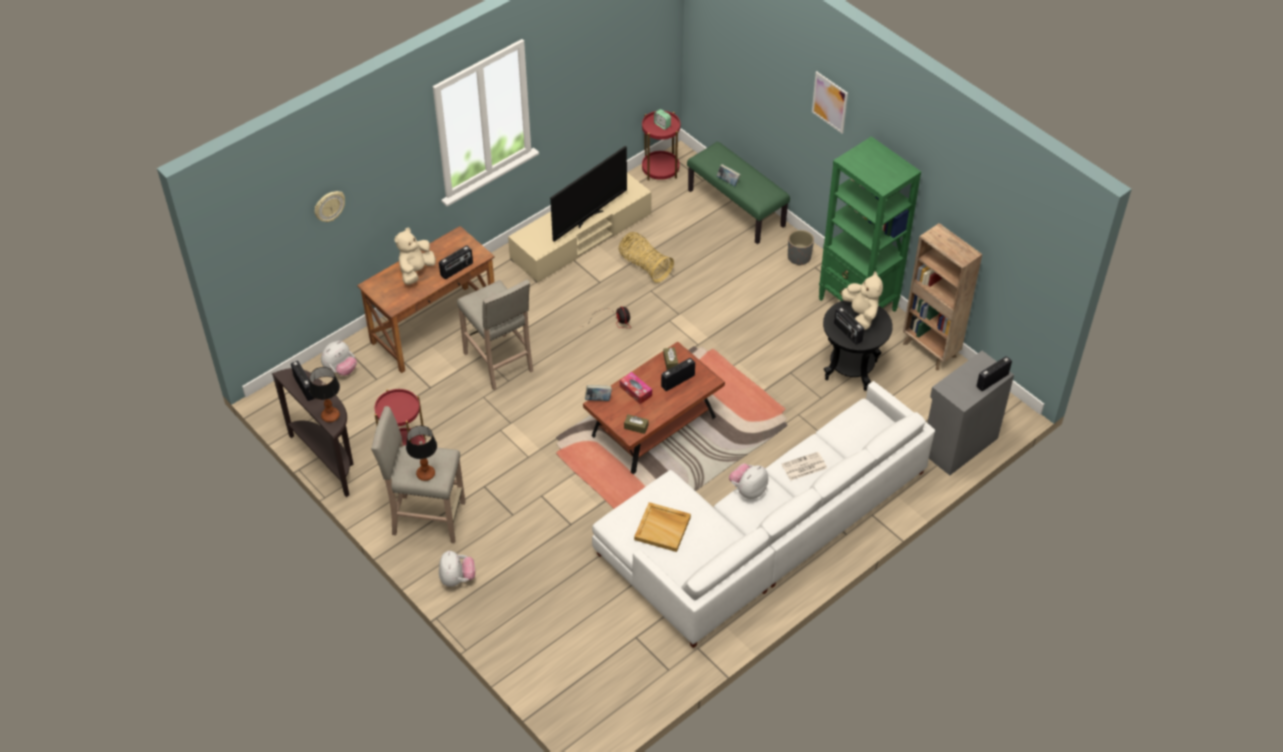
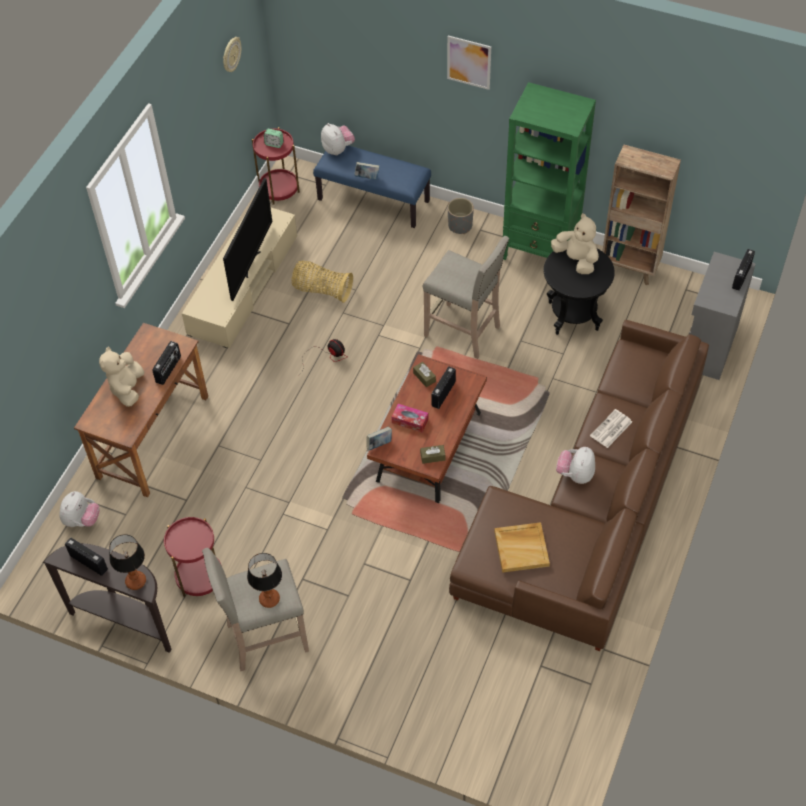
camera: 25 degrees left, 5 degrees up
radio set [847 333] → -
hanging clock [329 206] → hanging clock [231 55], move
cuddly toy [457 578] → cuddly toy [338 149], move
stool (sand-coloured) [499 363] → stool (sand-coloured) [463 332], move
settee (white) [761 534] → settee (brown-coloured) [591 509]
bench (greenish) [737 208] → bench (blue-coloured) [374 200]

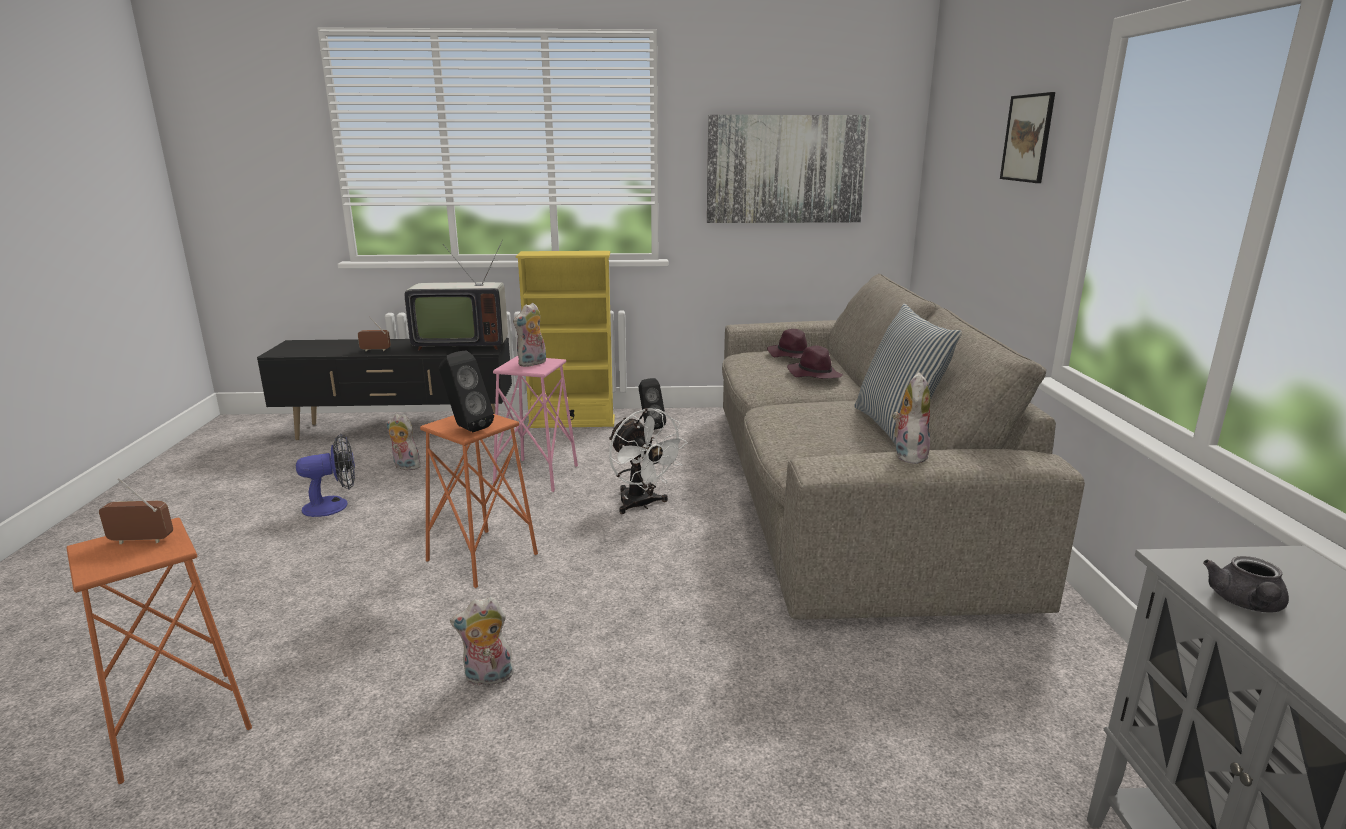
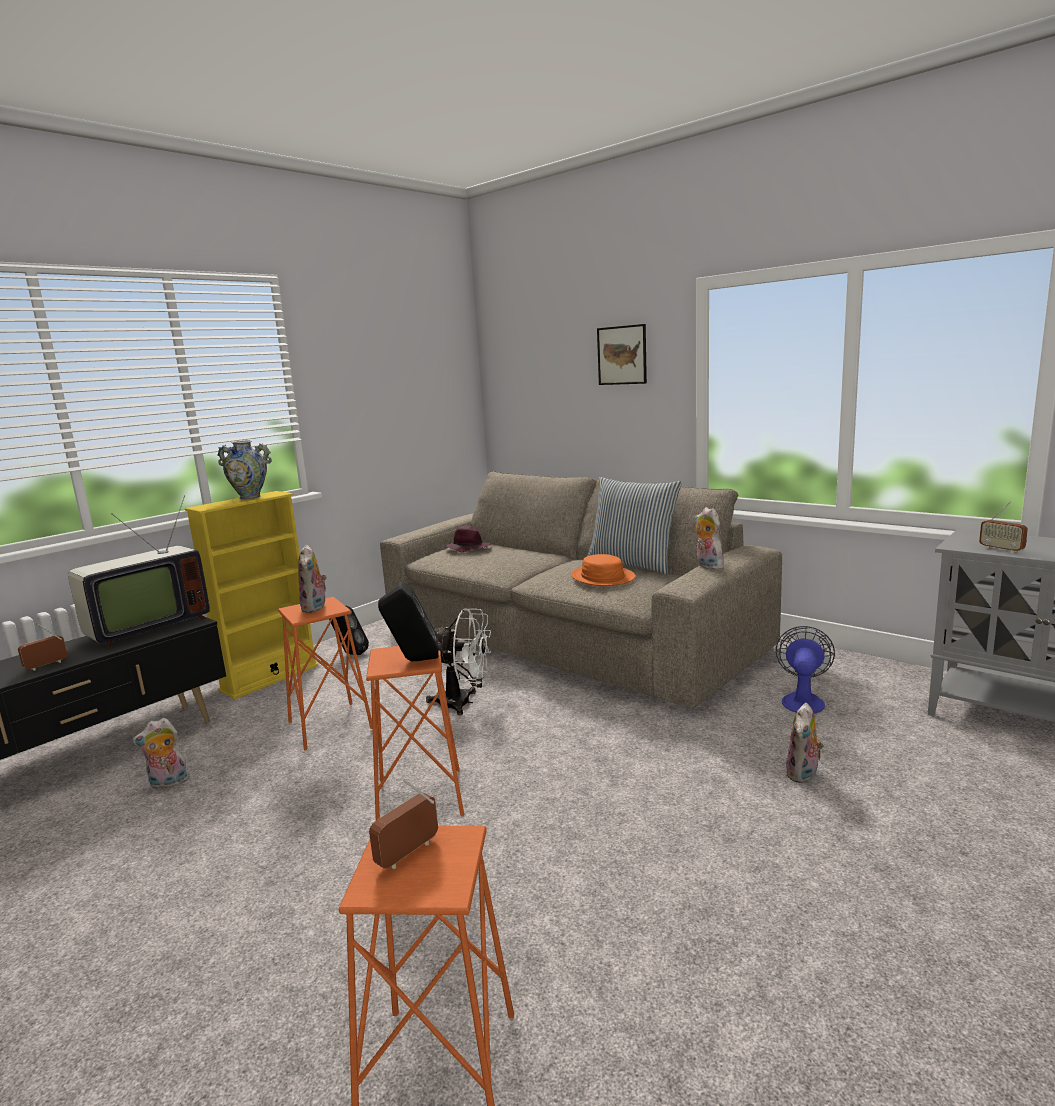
camera: 45 degrees left, 5 degrees down
wall picture [785 169] → -
clothing hat (purplish) [814 375] → -
- → decorative vase [250 497]
- → clothing hat (orange) [602 577]
cooling fan [334 506] → cooling fan [802 700], move
cuddly toy [488 678] → cuddly toy [803 775], move
pot for tea (greyish) [1246 604] → radio set [1001 549]
stool (pink) [536 475] → stool (orange) [329 725]

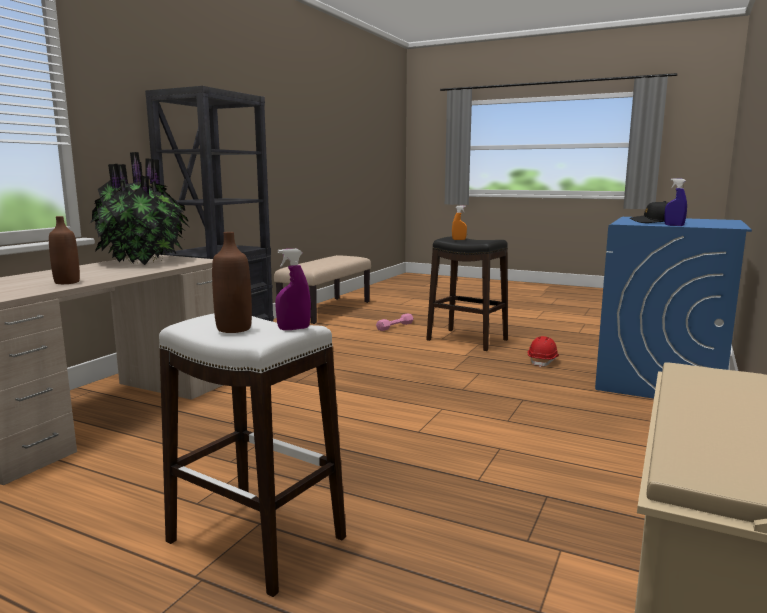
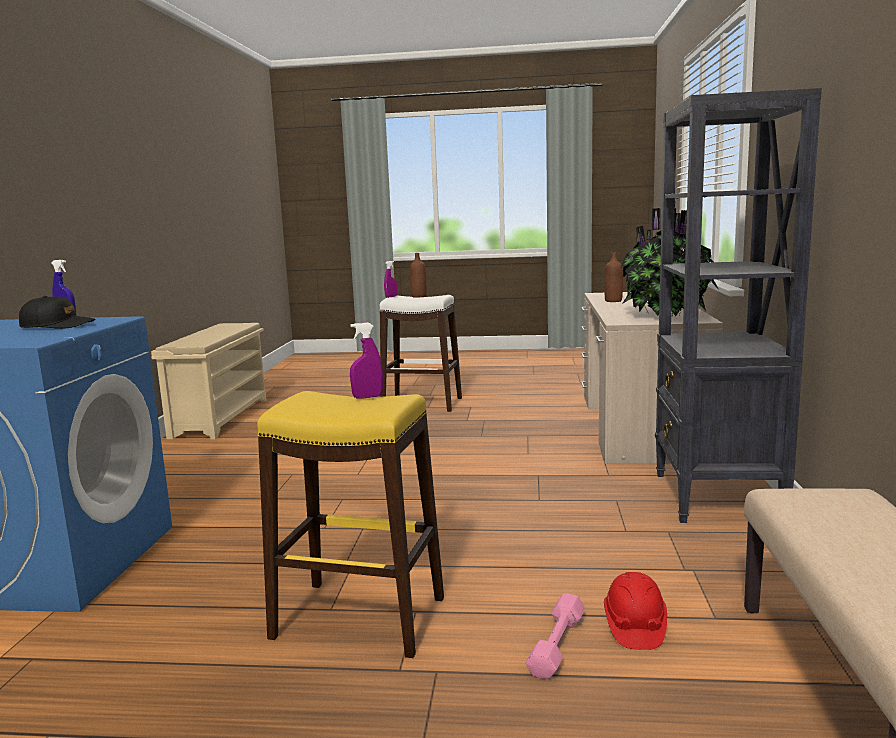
camera: 160 degrees right, 0 degrees up
work helmet (red-coloured) [543 361] → work helmet (red-coloured) [634 627], move
stool (black) [467 340] → stool (yellowish) [358 618]
sprayer (orange) [459 239] → sprayer (purplish) [367 397]

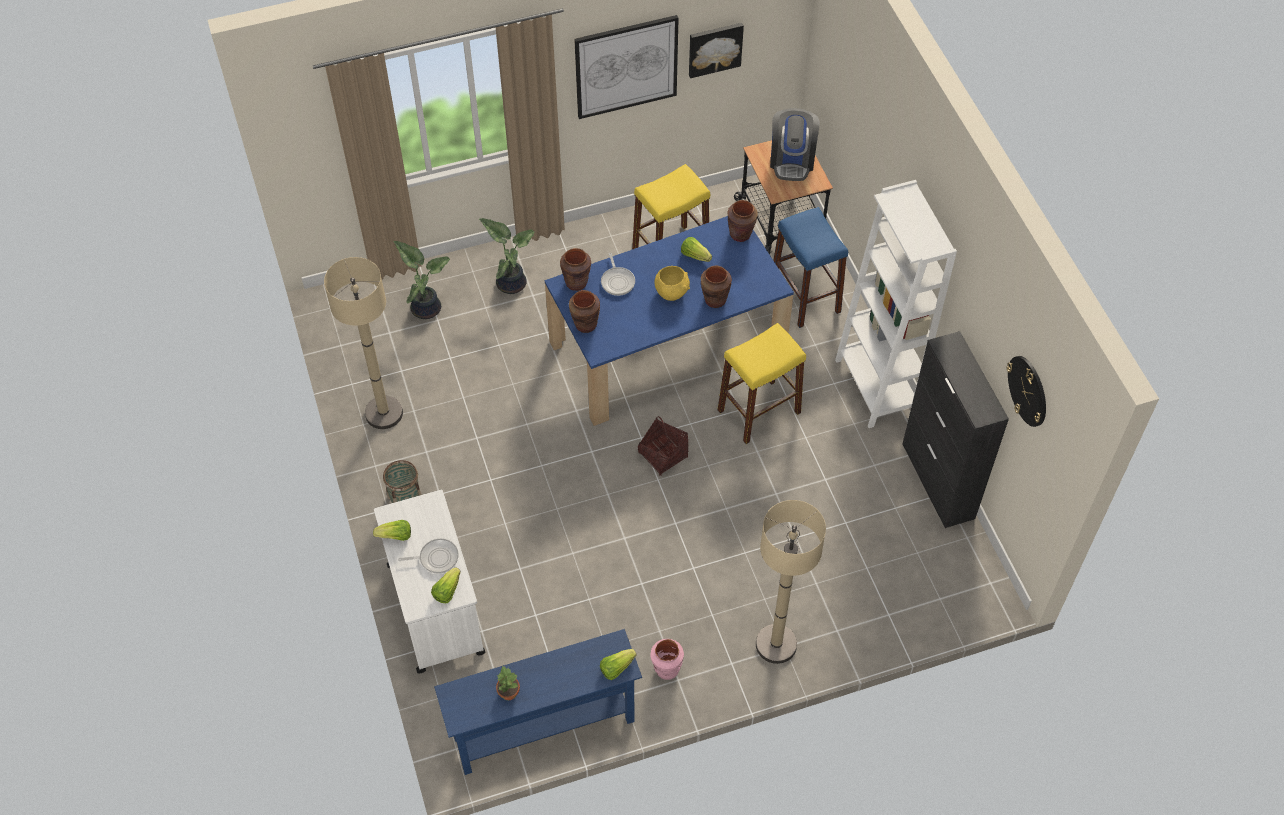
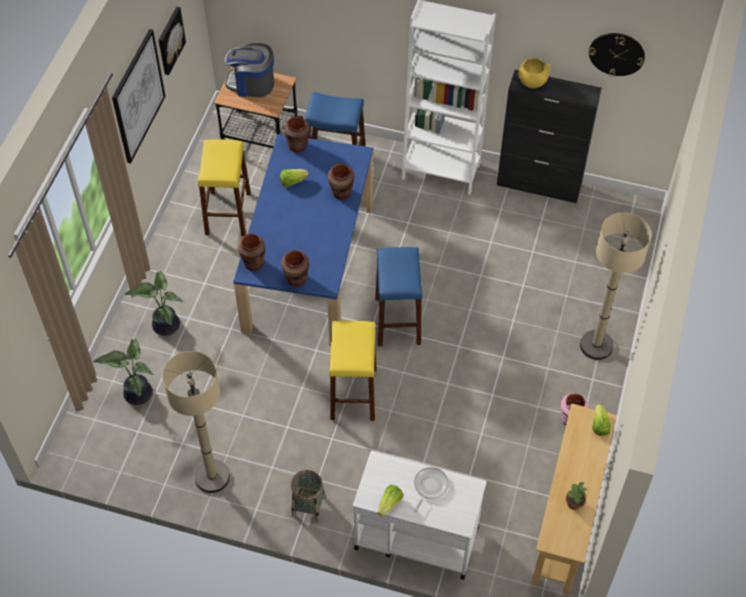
camera: 55 degrees left, 0 degrees up
lettuce head [447 591] → -
skillet [617 281] → -
serving bowl (yellowish) [671 293] → serving bowl (yellowish) [532 82], move
stool (yellowish) [758 411] → stool (yellowish) [353 394], move
basket [662 455] → stool (blue-coloured) [397 321]
console table (blue-coloured) [544 729] → console table (sand-coloured) [566 522]
coffee machine [792 160] → coffee machine [251 84], 150 degrees clockwise

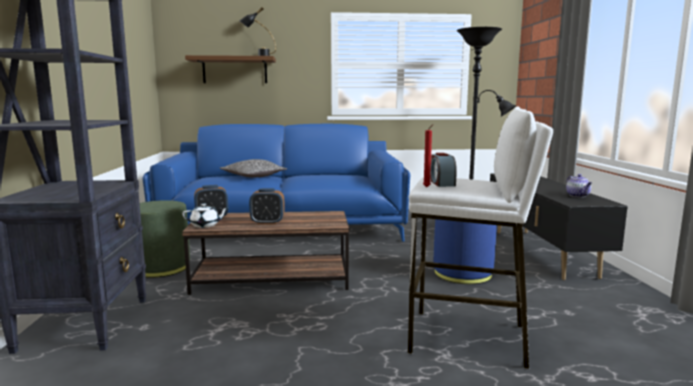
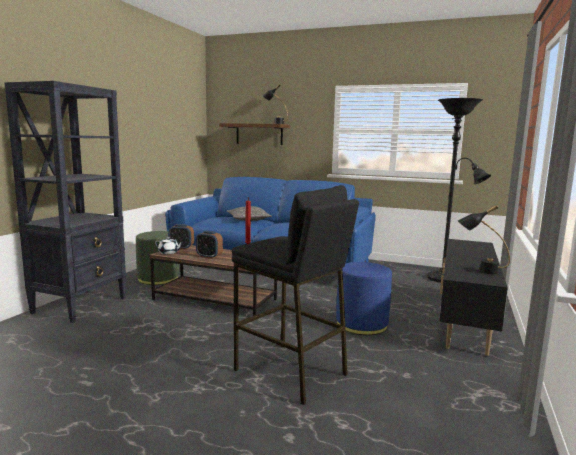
camera: 25 degrees right, 0 degrees up
bedside clock [442 183] → -
pot for tea [578 196] → lamp for a table (black) [480 270]
stool (white) [468 338] → stool (black) [291 372]

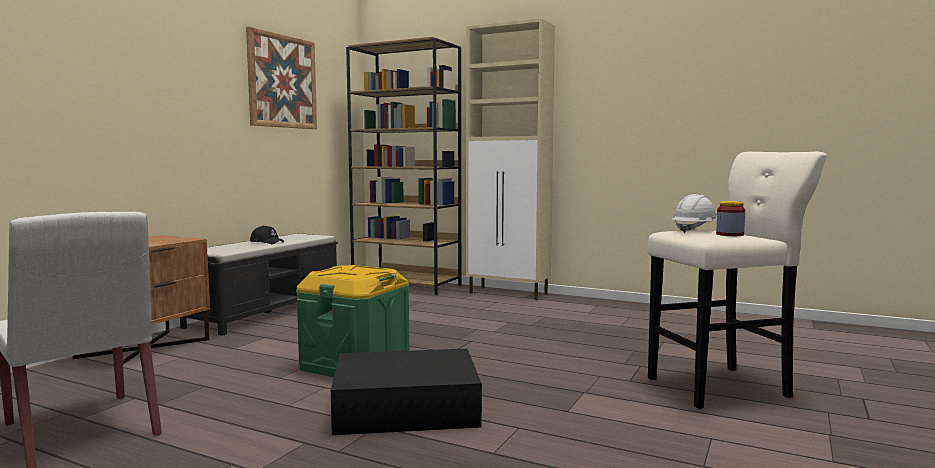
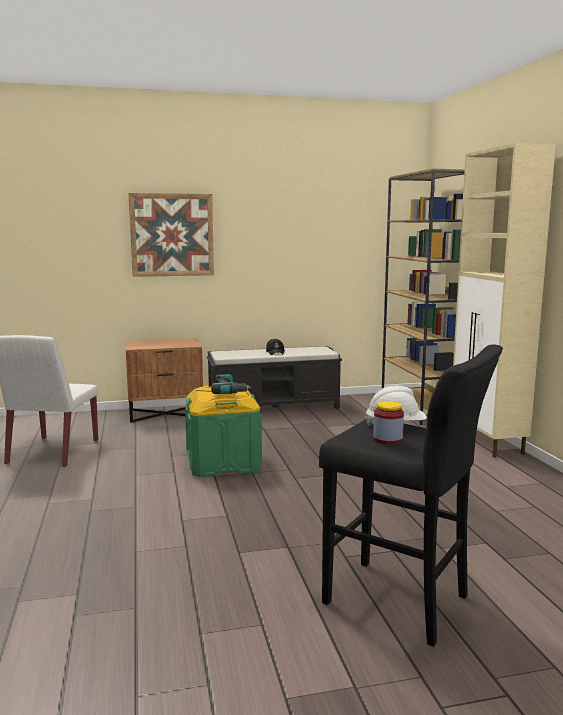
camera: 50 degrees right, 5 degrees up
storage container (black) [403 408] → -
- → power drill [229 391]
wall picture [282 81] → wall picture [172 235], move
stool (sand-coloured) [723 387] → stool (black) [402 603]

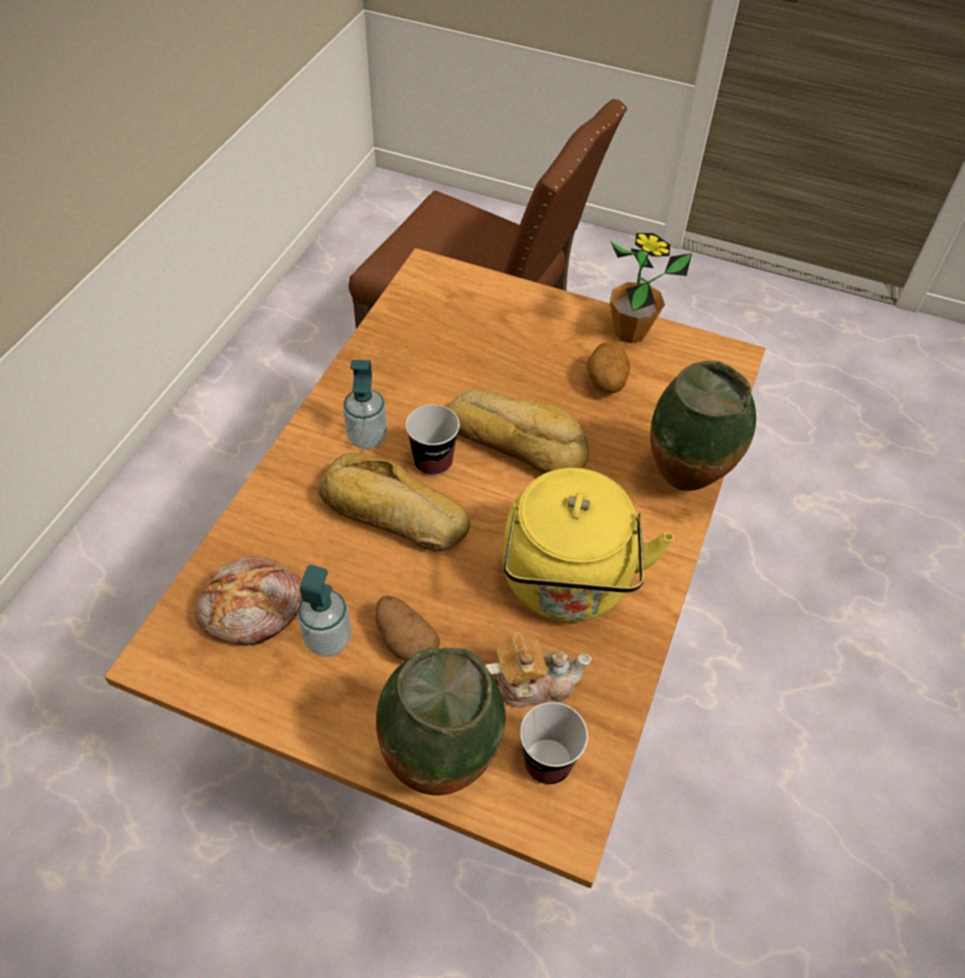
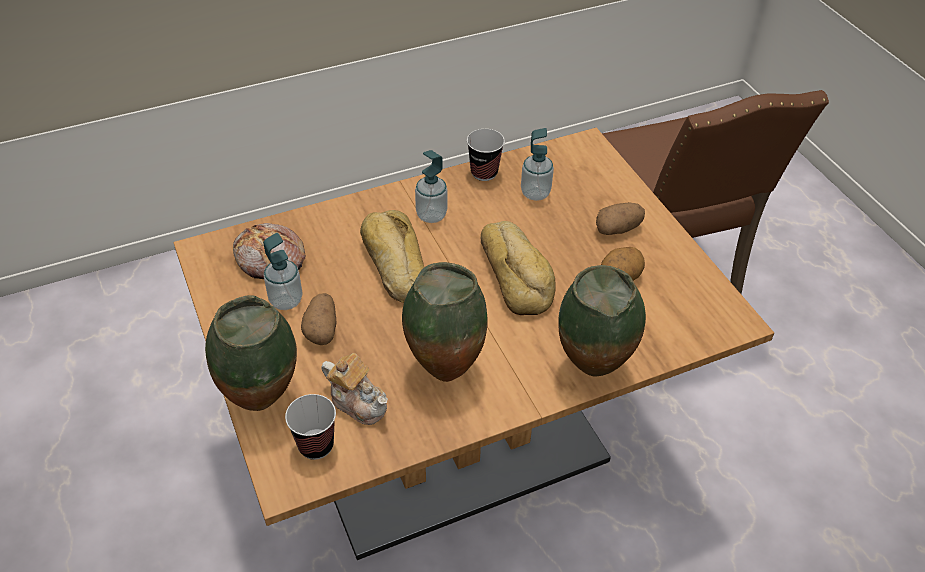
camera: 45 degrees right, 5 degrees down
potted plant [630 332] → -
- → liquid soap bottle [535 193]
- → potato [618 229]
cup [433 462] → cup [484 172], move
tea kettle (yellowish) [567 585] → decorative vase [443 370]

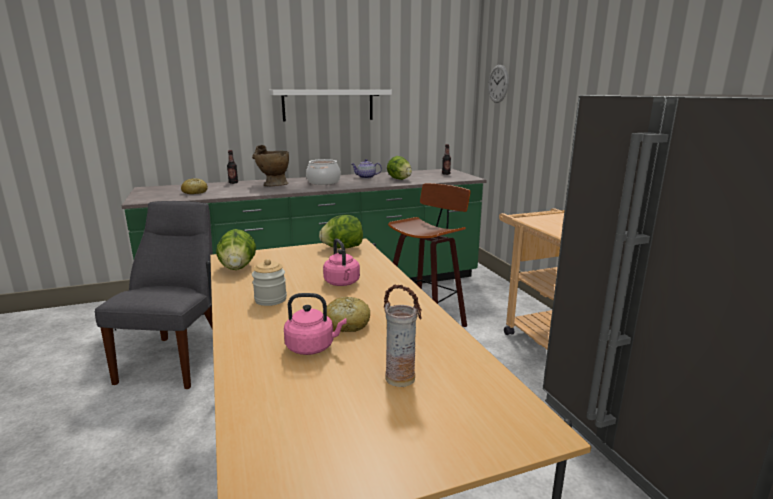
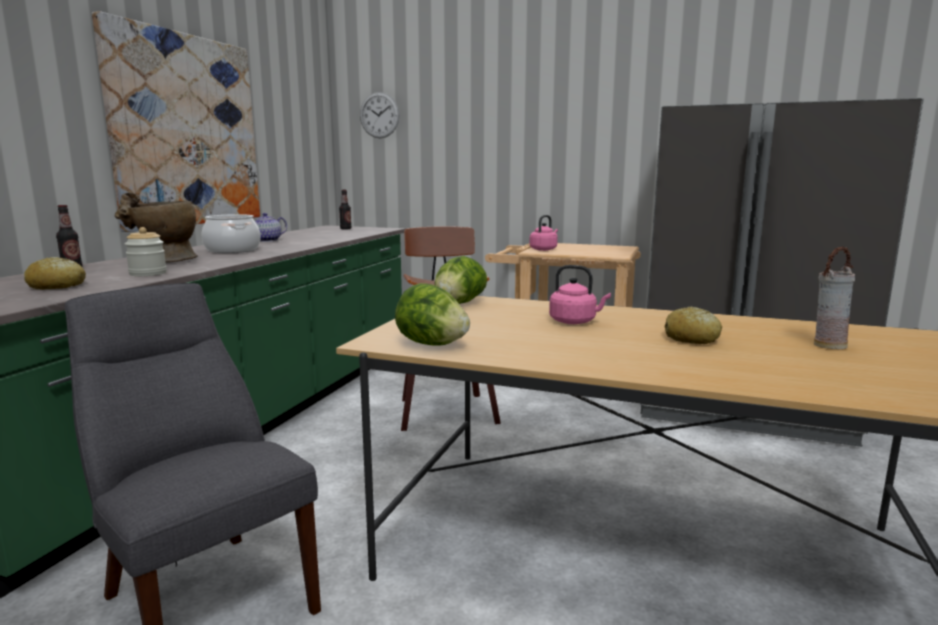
camera: 50 degrees left, 5 degrees down
lettuce head [399 179] → -
jar [270 299] → jar [148 273], move
tea kettle (pink) [313 347] → tea kettle (pink) [544 249], move
wall shelf (white) [328 105] → wall picture [186 131]

